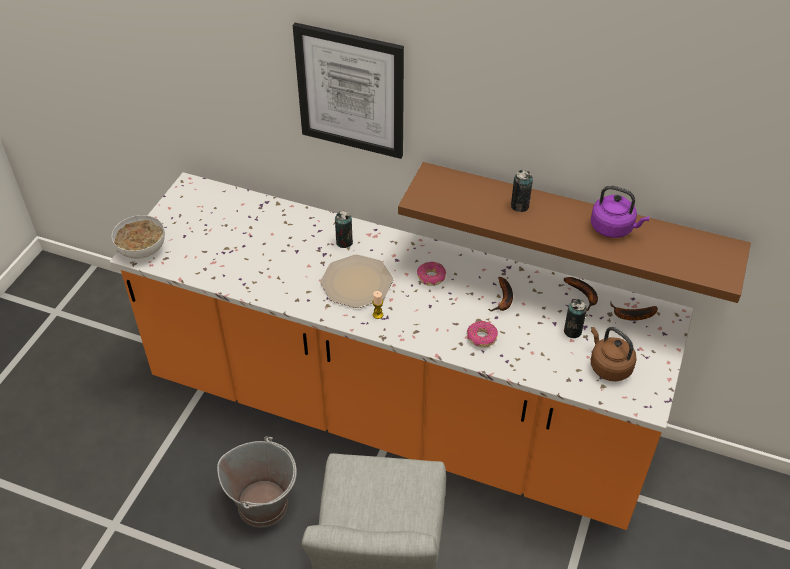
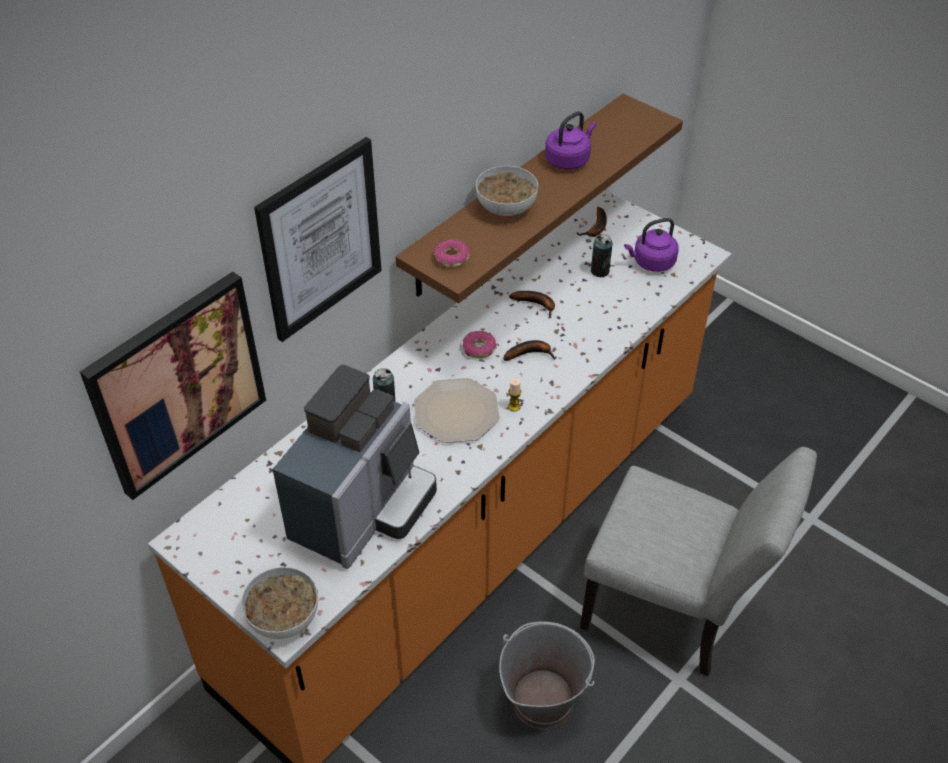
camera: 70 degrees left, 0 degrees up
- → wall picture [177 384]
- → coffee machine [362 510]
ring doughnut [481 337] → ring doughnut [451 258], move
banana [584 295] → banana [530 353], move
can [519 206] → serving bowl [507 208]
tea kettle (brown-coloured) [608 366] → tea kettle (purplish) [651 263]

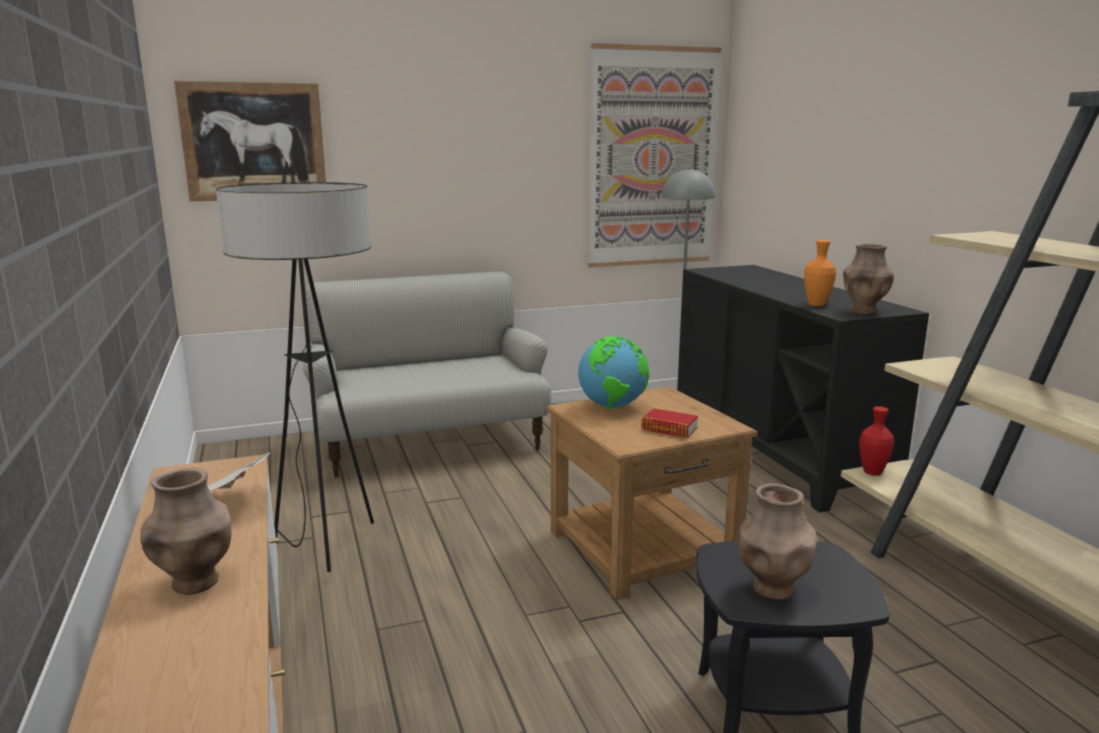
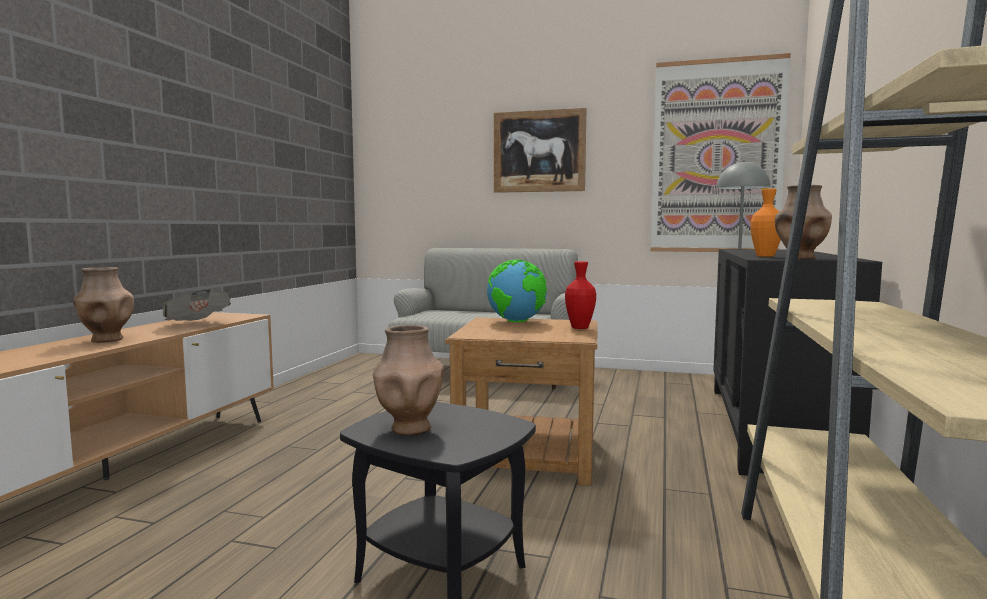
camera: 35 degrees right, 10 degrees down
standard lamp [322 549] → -
book [669 429] → -
wall picture [254 141] → wall picture [539 151], move
decorative vase (red-coloured) [872 472] → decorative vase (red-coloured) [580 328], move

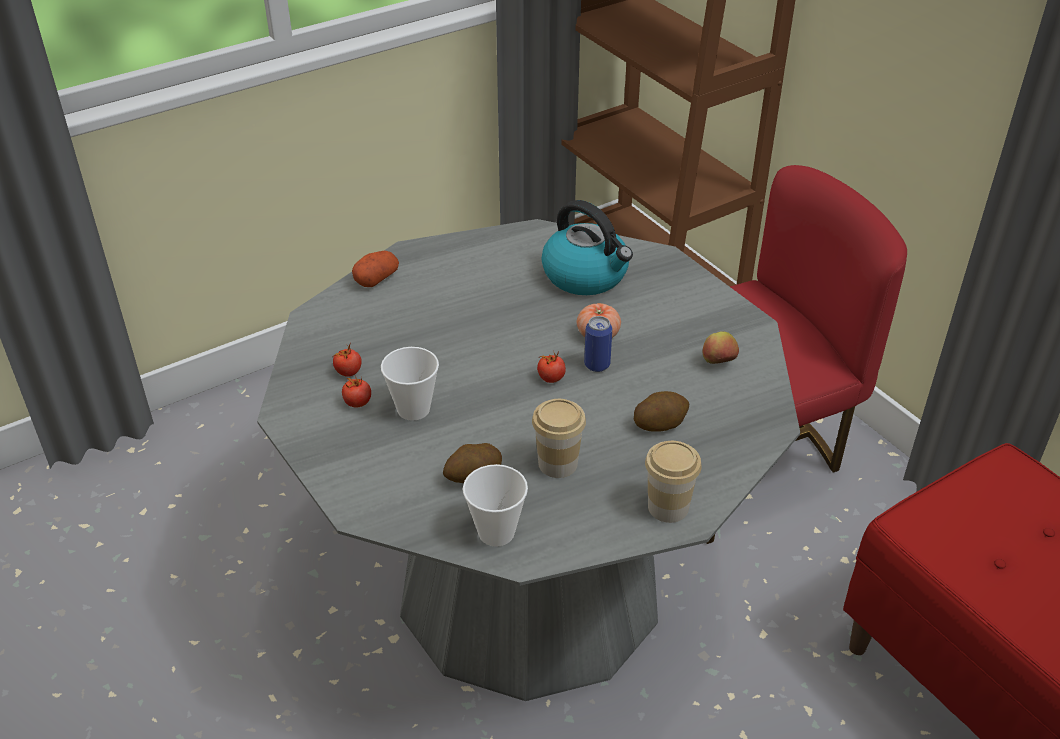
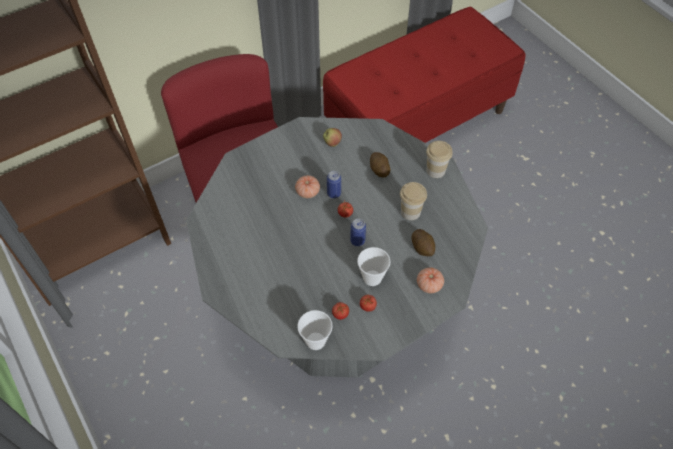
camera: 90 degrees left, 15 degrees up
potato [376 279] → -
tea kettle [586 276] → -
- → can [357 241]
- → whole tomato [429 285]
cup [496 532] → cup [315 341], move

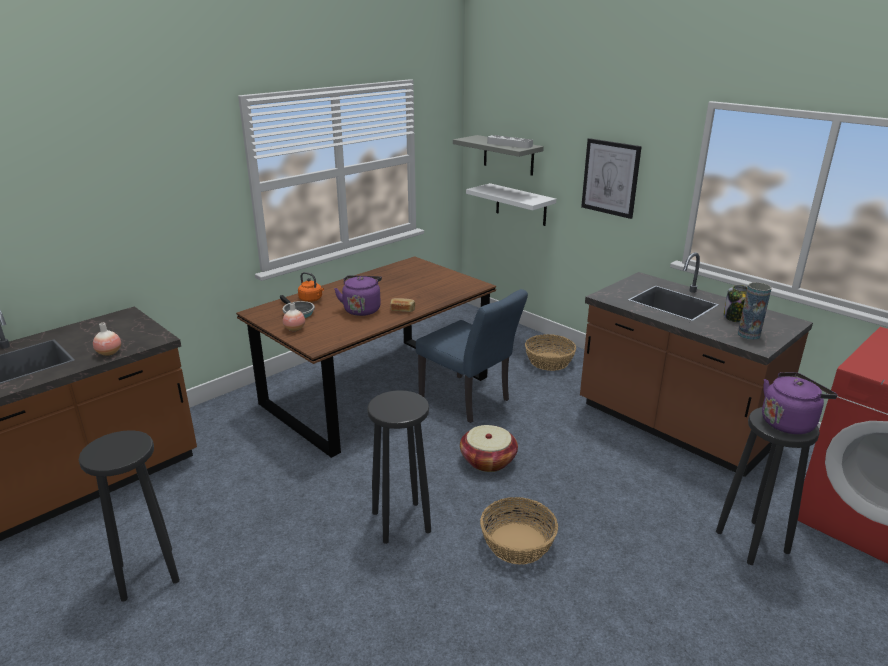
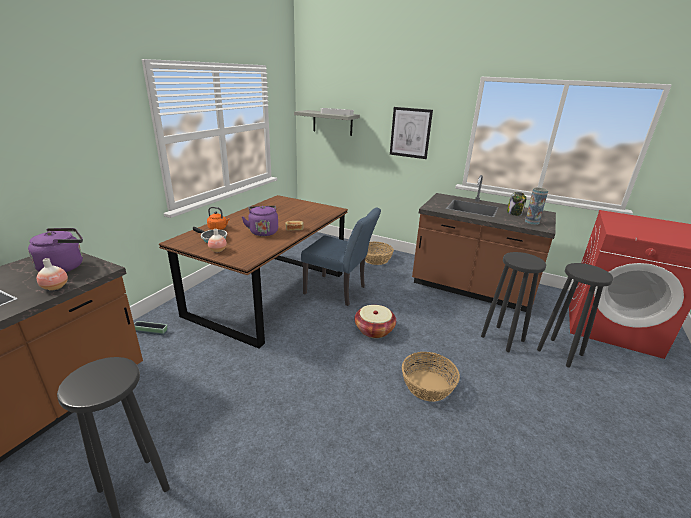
camera: 20 degrees left, 0 degrees up
wall shelf (white) [521 204] → -
- → plant pot [151 332]
stool (black) [402 521] → stool (black) [503 338], move
tea kettle (purplish) [789 422] → tea kettle (purplish) [64 266], move

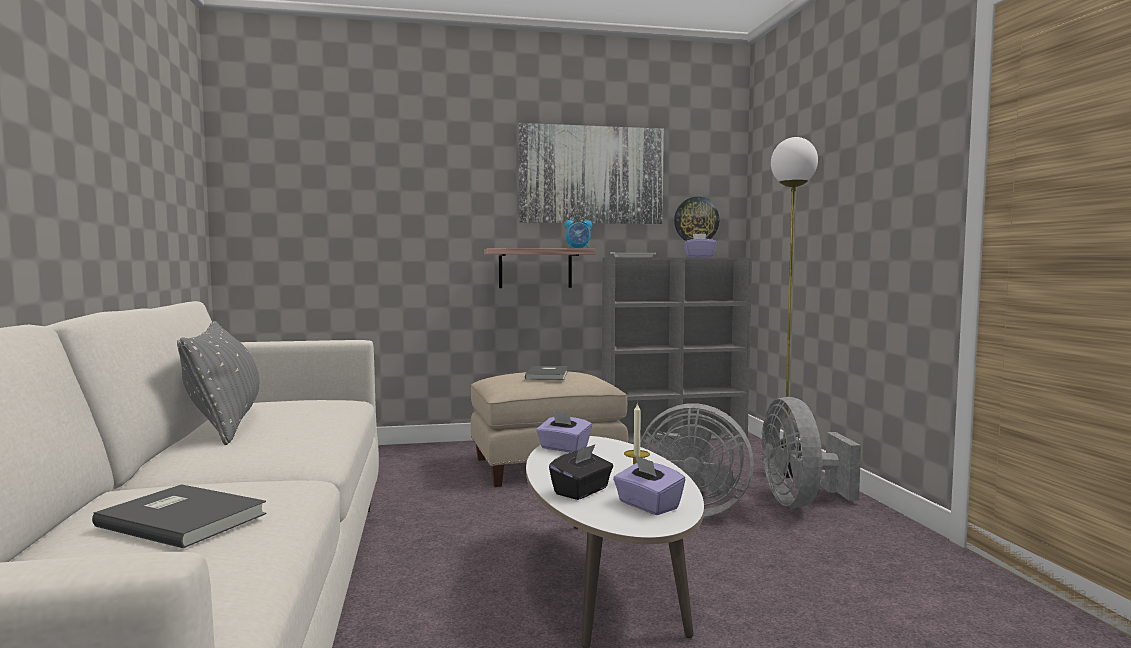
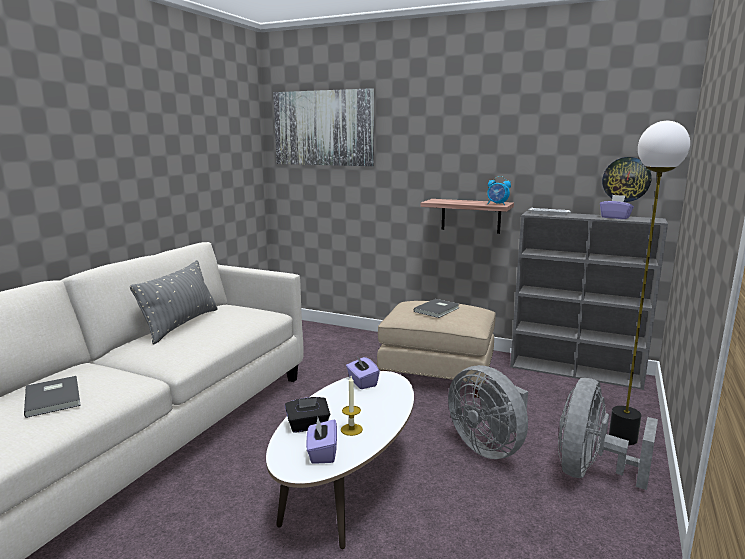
camera: 35 degrees right, 10 degrees up
wall picture [591 175] → wall picture [323 128], move

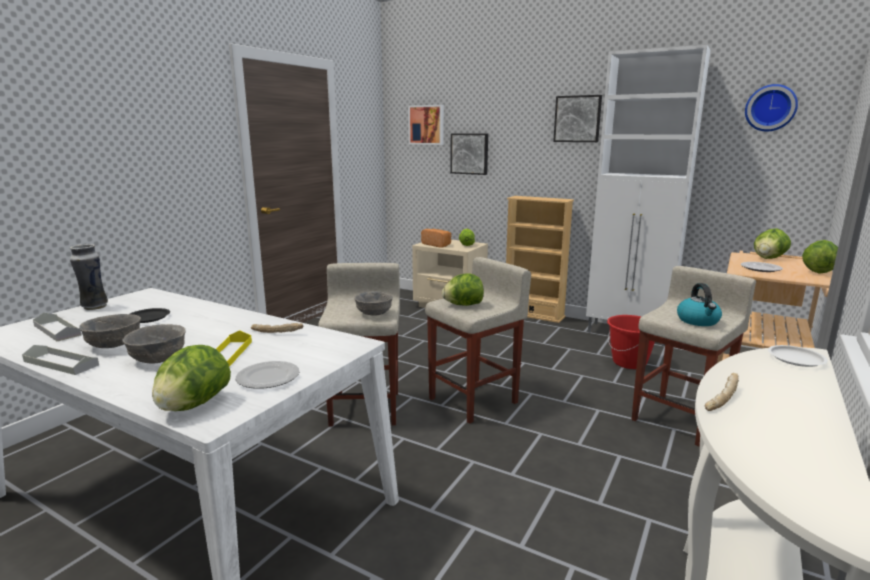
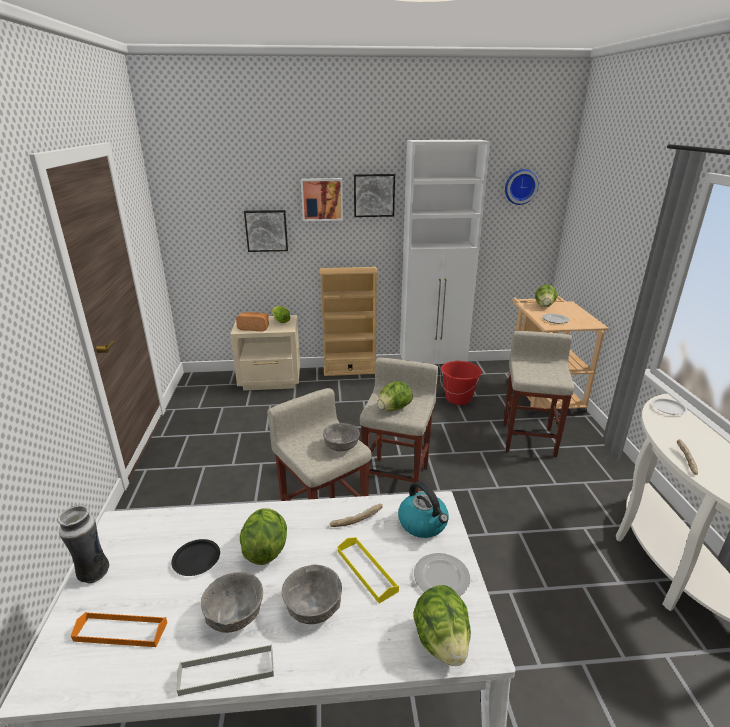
camera: 35 degrees left, 10 degrees up
wall picture [427 125] → wall picture [322 199], move
tea kettle [698 321] → tea kettle [423 524], move
lettuce head [817 272] → lettuce head [265 549], move
tray (greyish) [57 330] → tray (orange) [121 631]

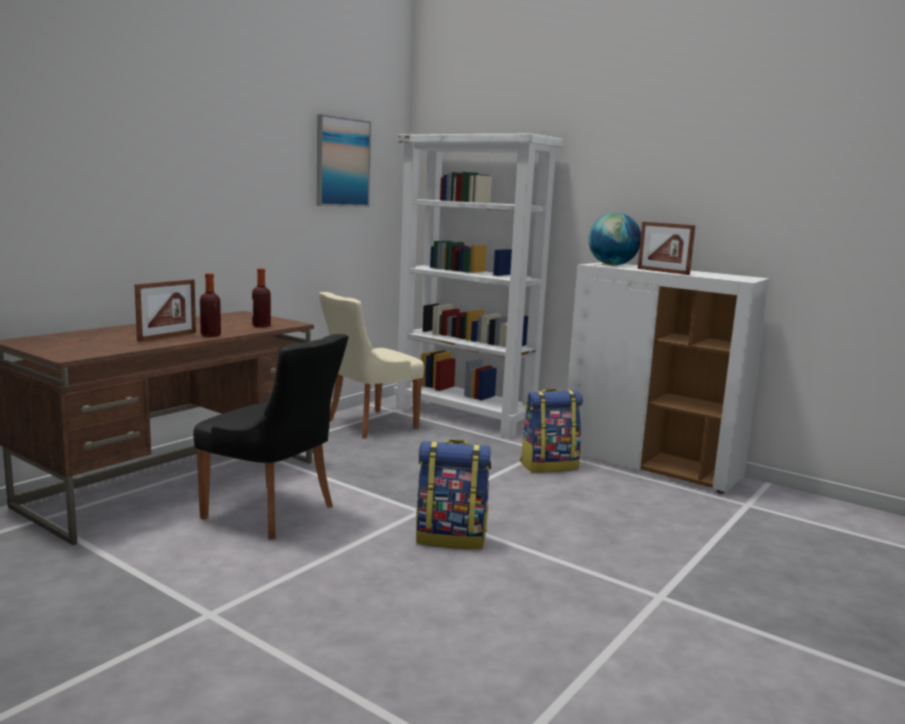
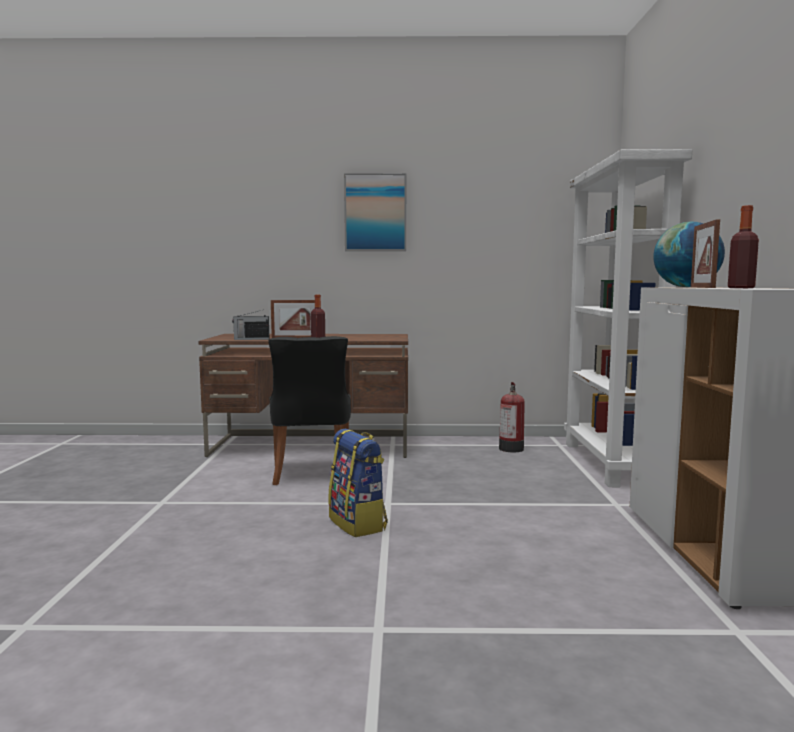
camera: 55 degrees right, 5 degrees down
rucksack [549 466] → -
- → radio set [251 339]
beverage bottle [261 325] → beverage bottle [741 288], move
wall picture [342 162] → wall picture [375 213], move
plain chair (sand-coloured) [368 424] → extinguisher [511 448]

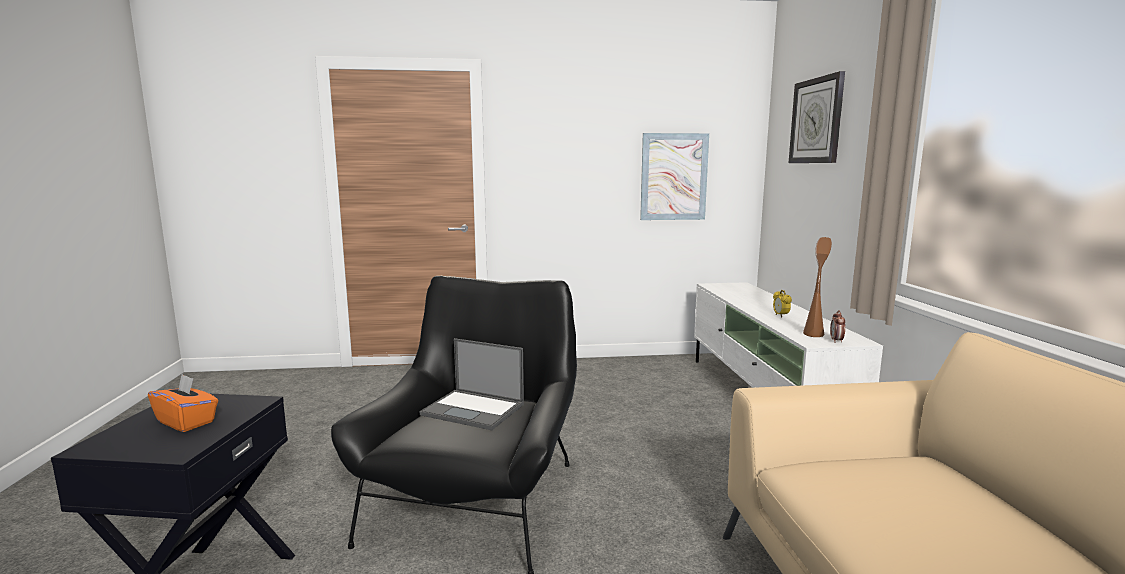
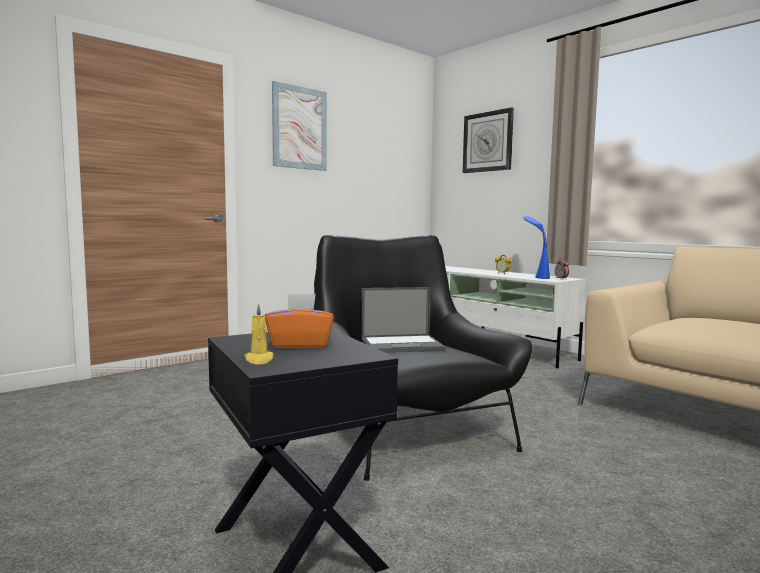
camera: 35 degrees left, 5 degrees down
- → candle (yellowish) [259 360]
wall picture [674 177] → wall picture [299 128], move
lamp for a table (brown-coloured) [815 326] → lamp for a table (blue-coloured) [533 276]

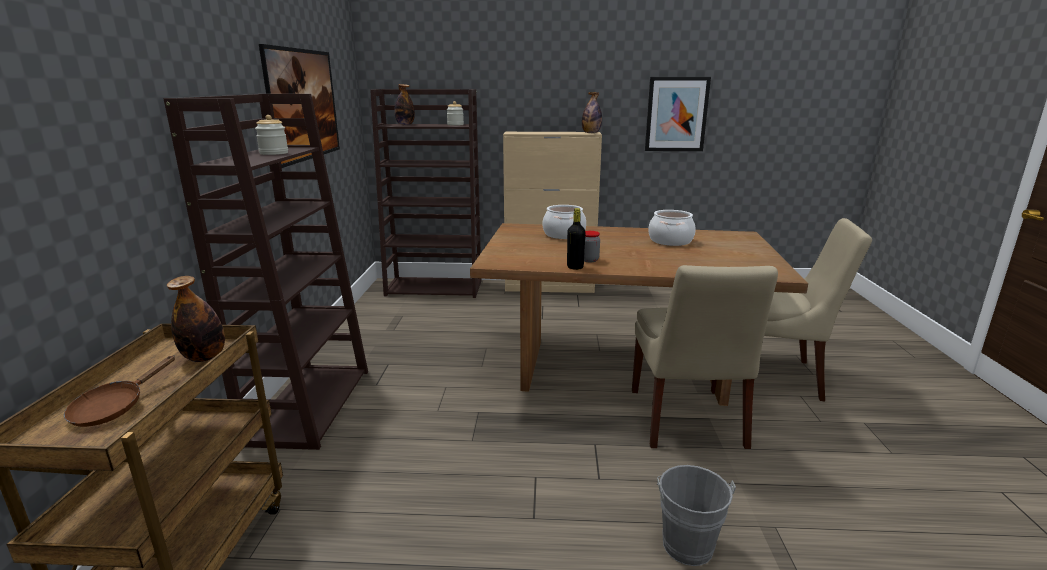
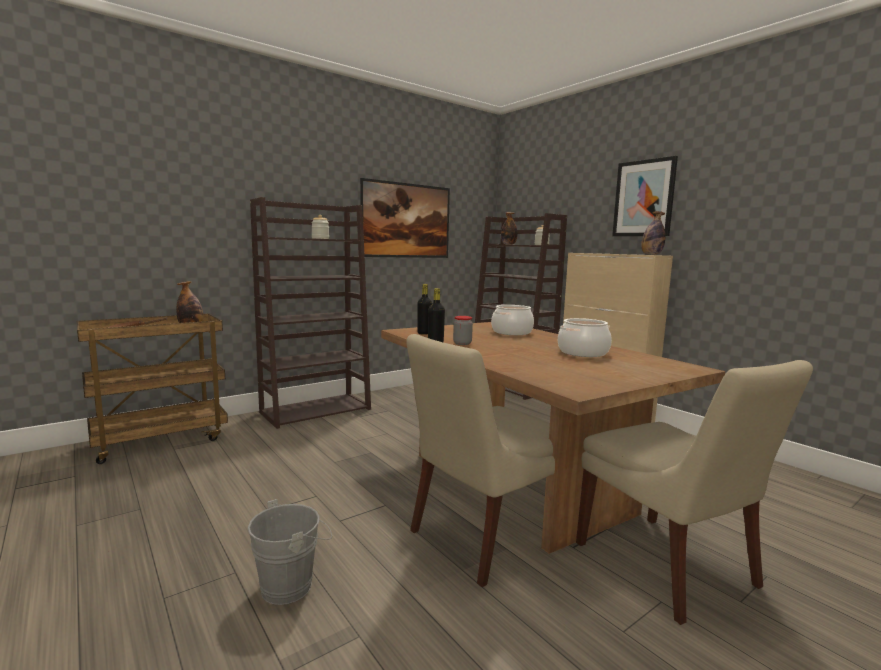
camera: 50 degrees right, 10 degrees down
- → beverage bottle (black) [424 333]
wall picture [676 114] → wall picture [644 198], move

